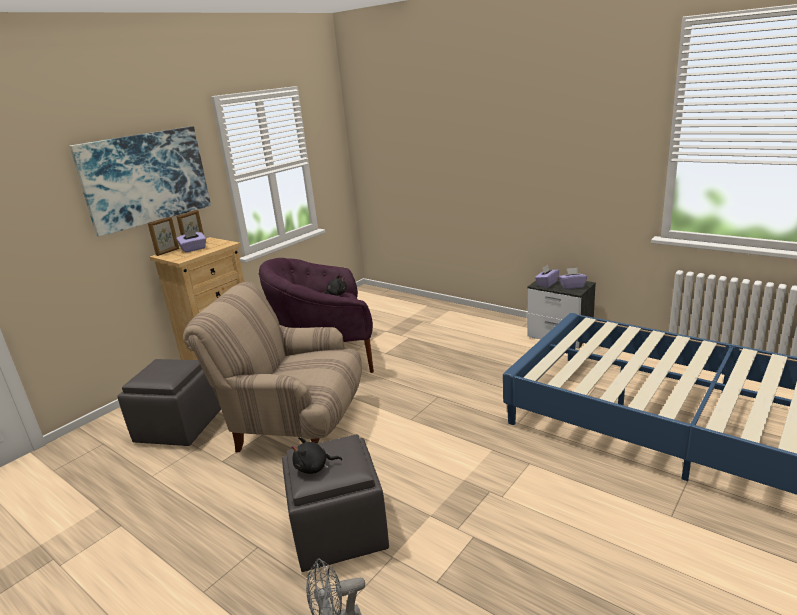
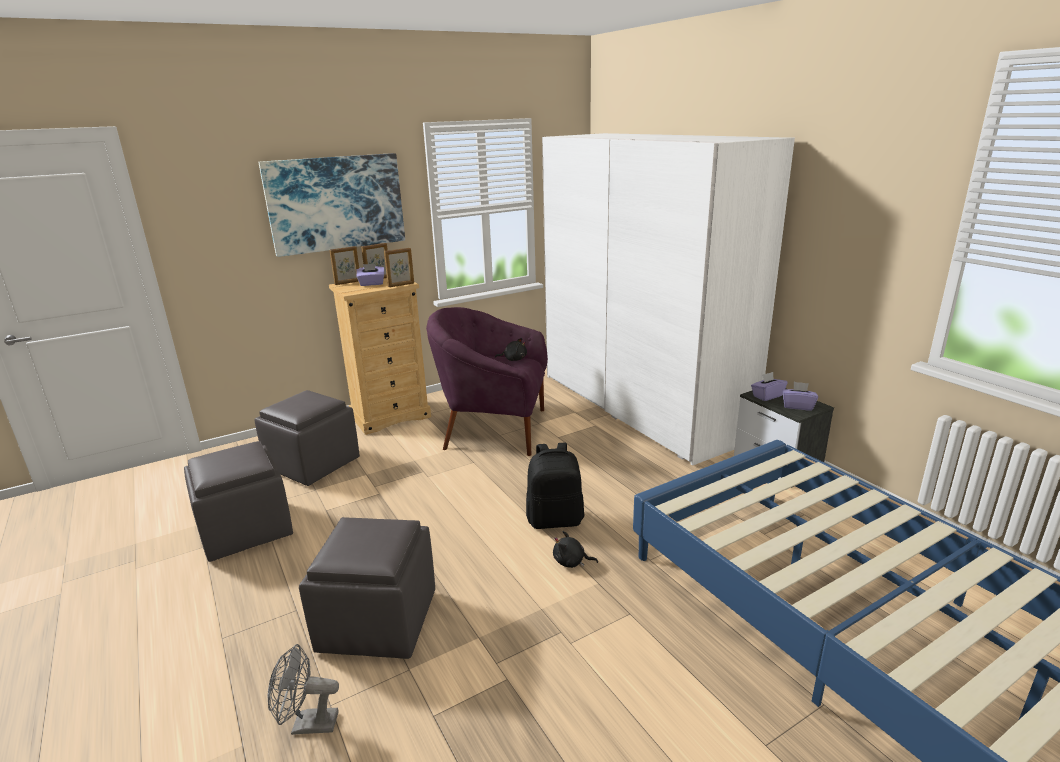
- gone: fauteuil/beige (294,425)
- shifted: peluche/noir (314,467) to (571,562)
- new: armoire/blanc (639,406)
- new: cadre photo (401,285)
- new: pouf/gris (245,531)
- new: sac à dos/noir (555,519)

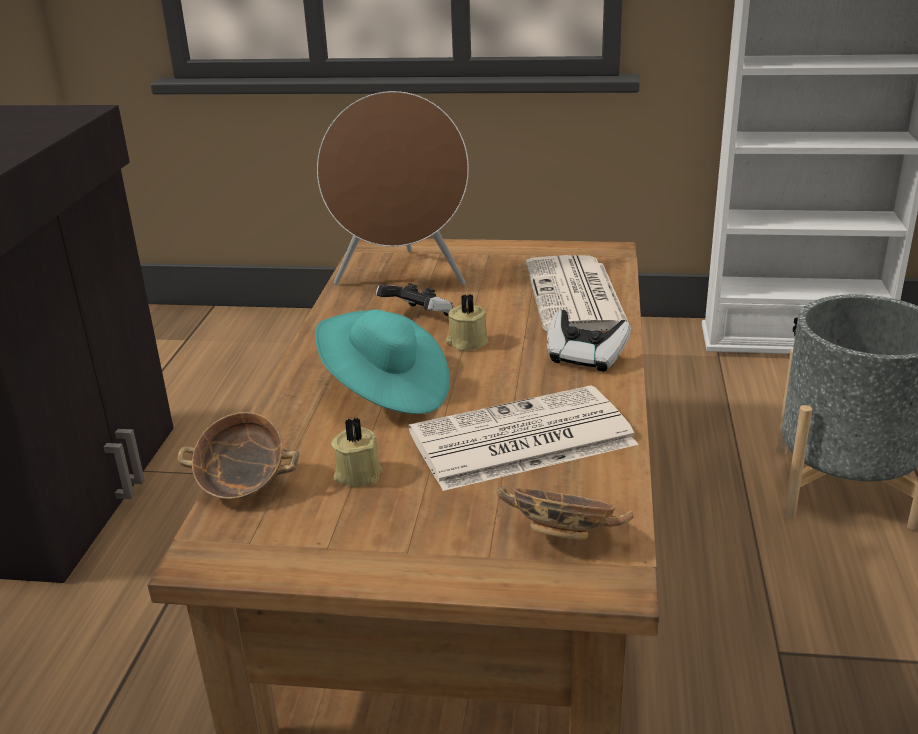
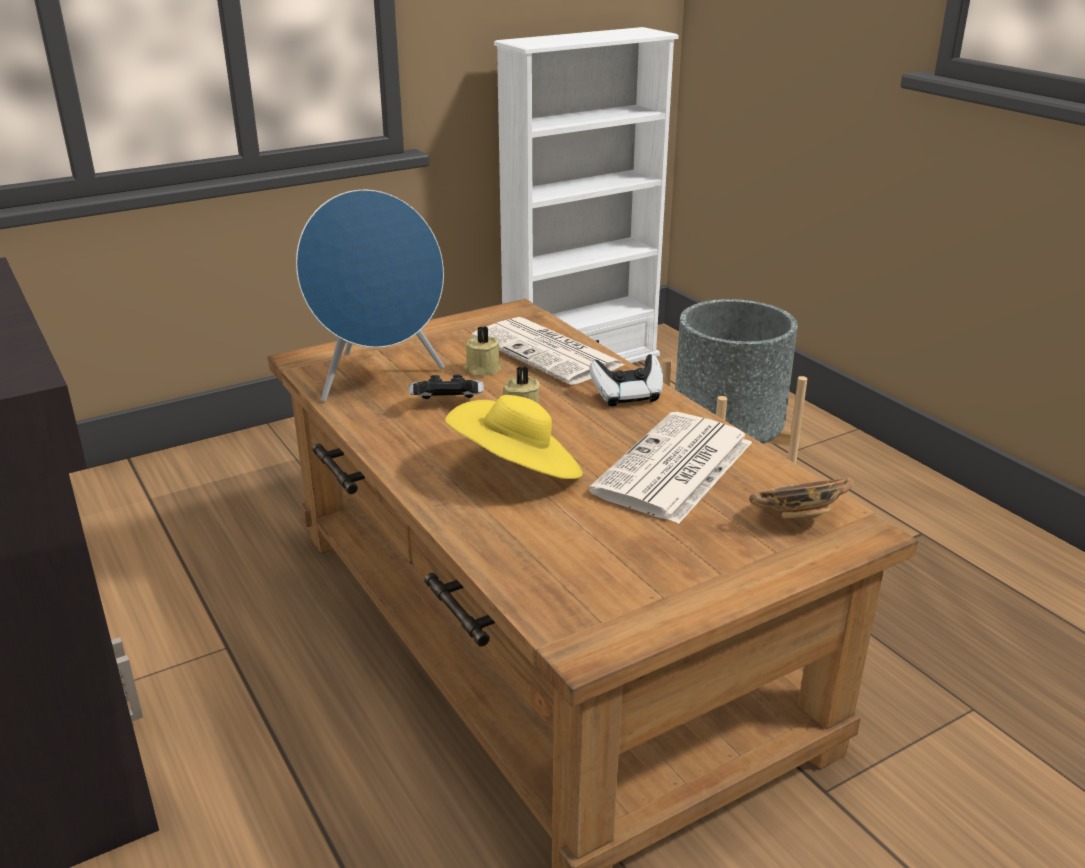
- repainted: enceinte/marron (401,279) to enceinte/bleu (378,379)
- repainted: chapeau/turquoise (385,391) to chapeau/jaune (517,471)
- gone: bol (242,487)
- shifted: bougie/beige (357,473) to (482,369)

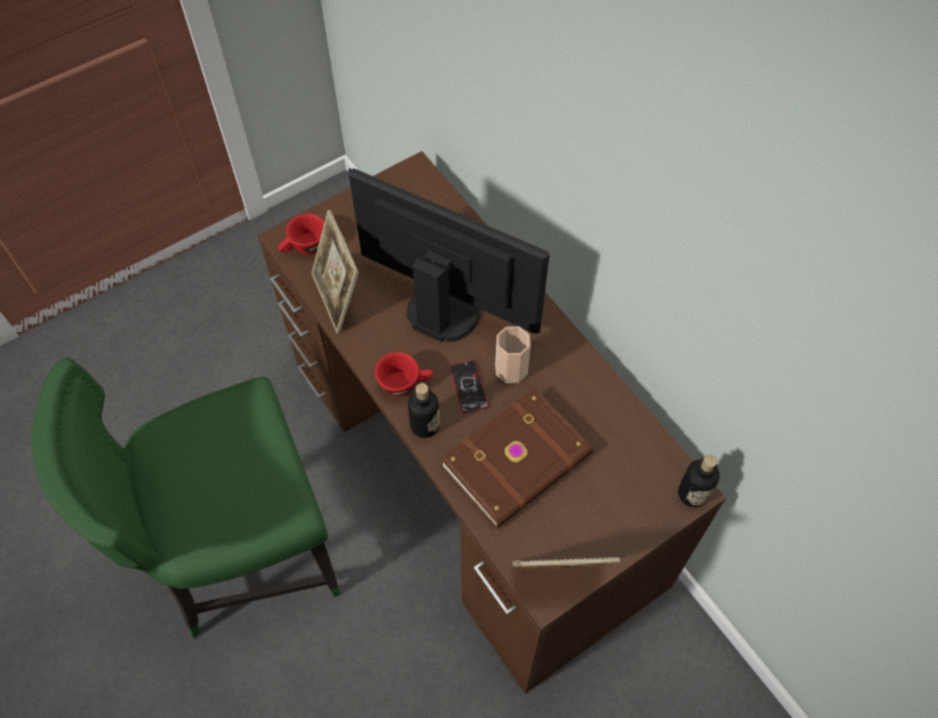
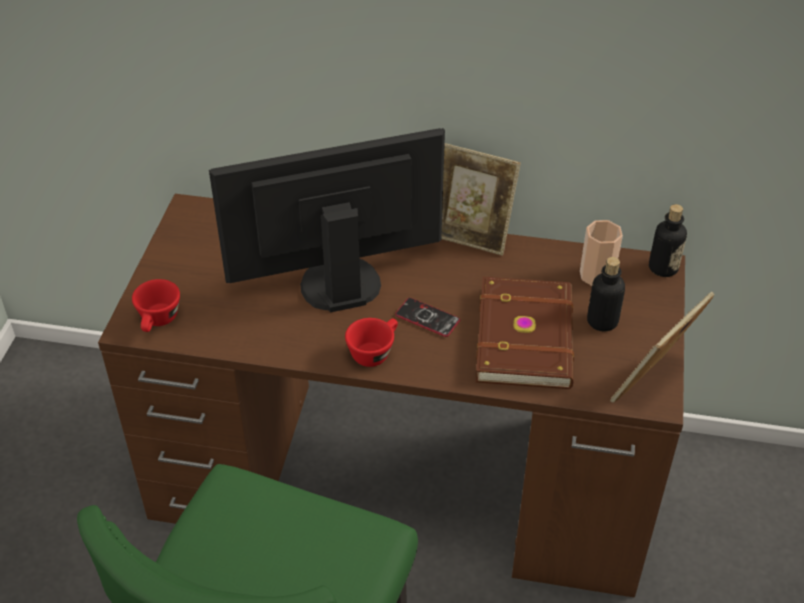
- shifted: cadre photo (339,298) to (469,235)
- shifted: tasse (511,369) to (597,275)
- shifted: bouteille (425,425) to (602,321)

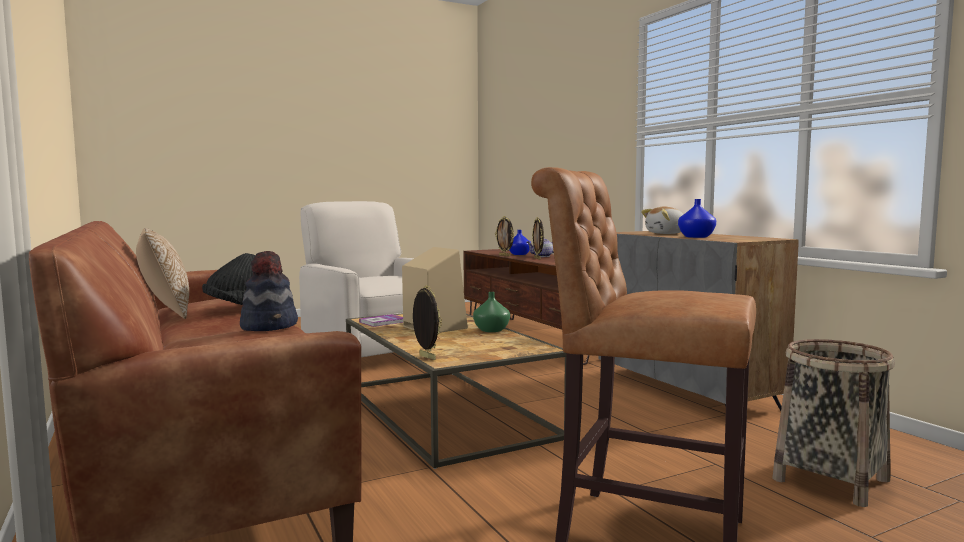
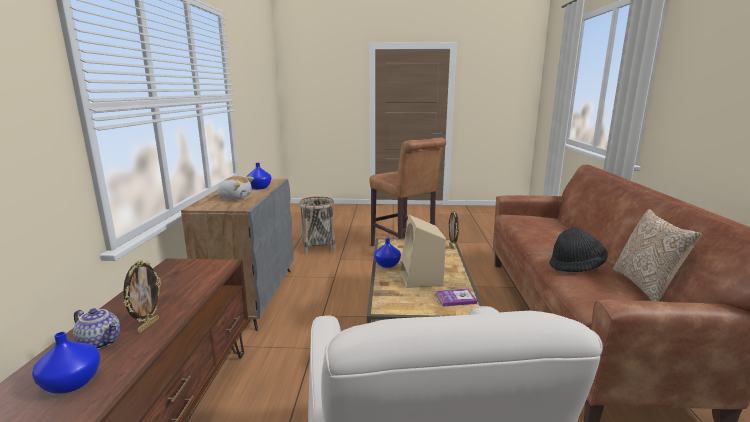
- gone: cadre photo (505,256)
- gone: chapeau (270,326)
- repainted: vase/vert (492,330) to vase/bleu (387,264)

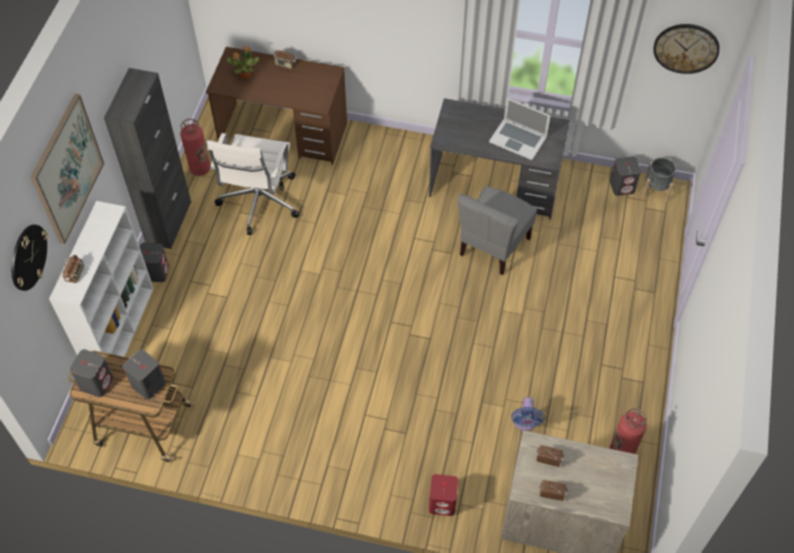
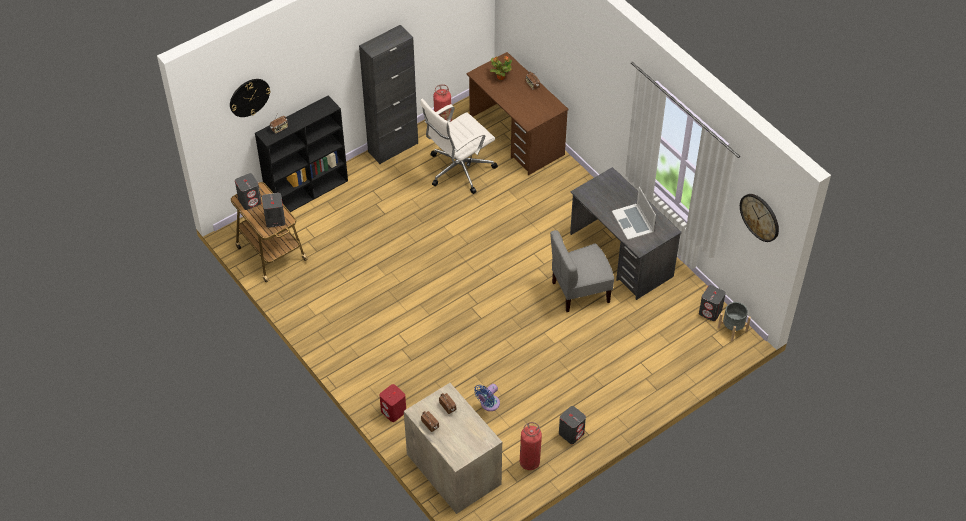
- gone: tableau (67,169)
- repainted: bibliothèque/blanc (121,329) to bibliothèque/noir (308,192)
- shifted: enceinte/gris (156,272) to (571,433)

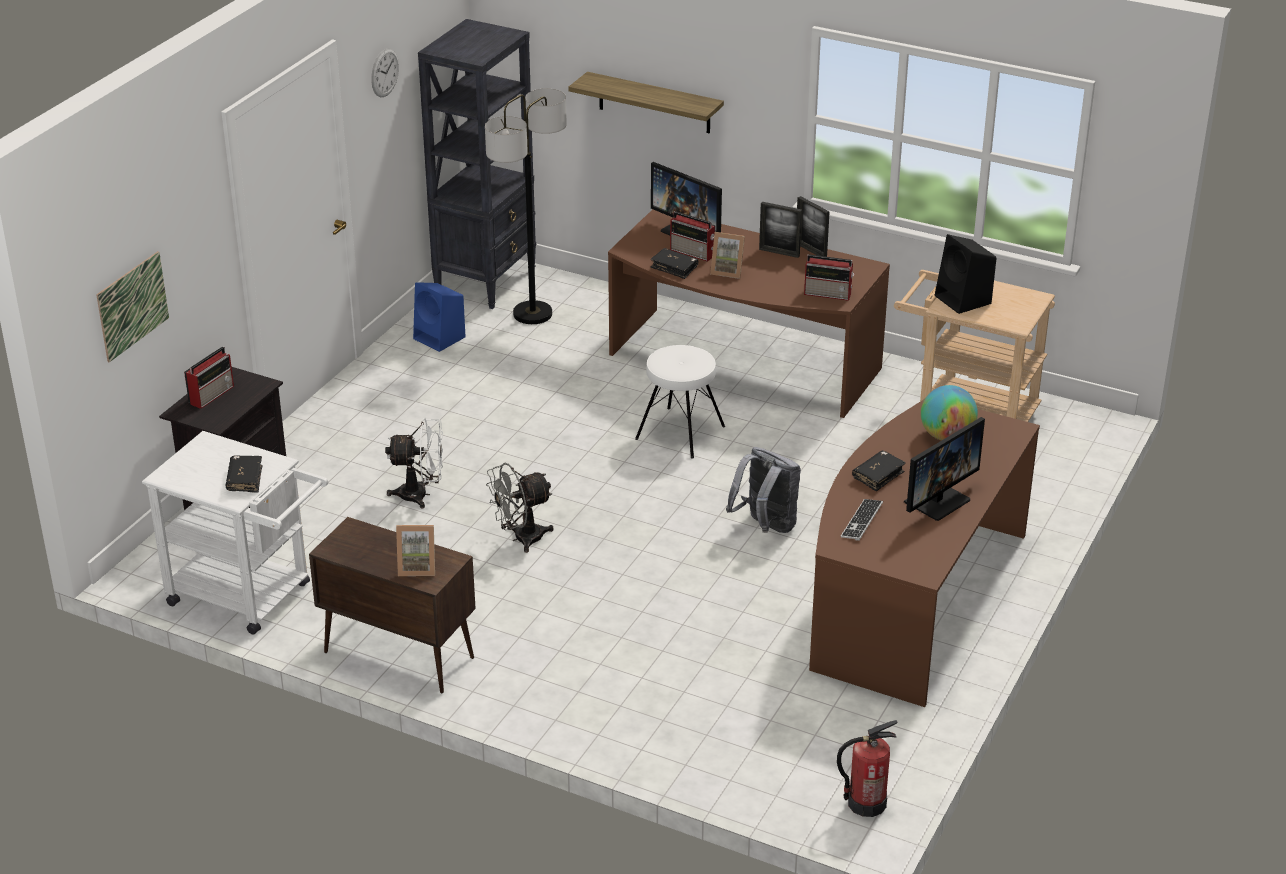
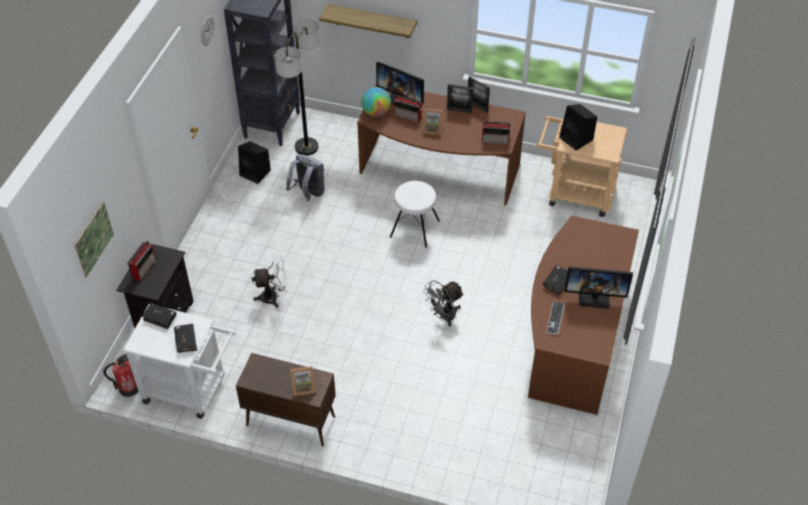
- shifted: livre/noir (674,268) to (160,318)
- repainted: enceinte/bleu (440,338) to enceinte/noir (256,173)
- shifted: globe (946,436) to (376,113)
- rotated: écran d'ordinateur (937,500) = (594,297) 60 degrees clockwise
- shifted: sac à dos/gris (765,527) to (308,193)
- shifted: ventilateur/gris (521,539) to (443,316)
- shifted: extincteur (866,803) to (128,388)

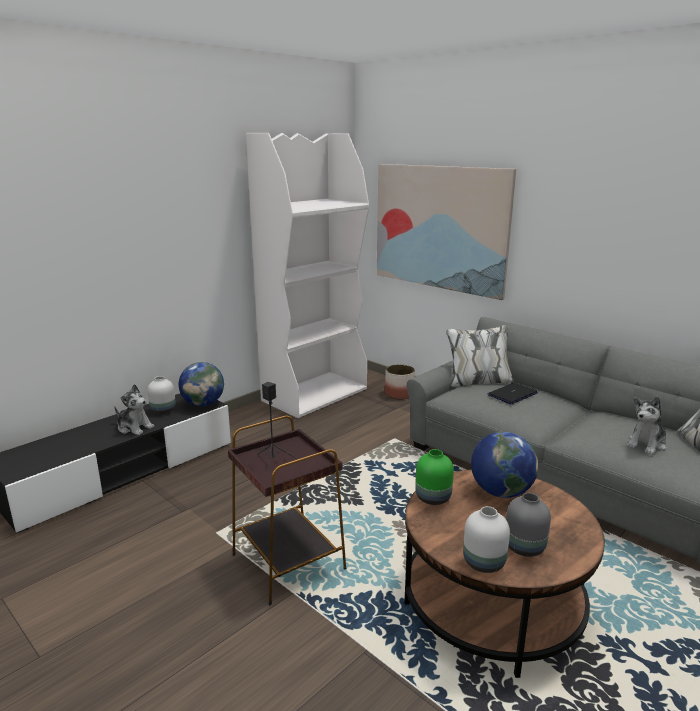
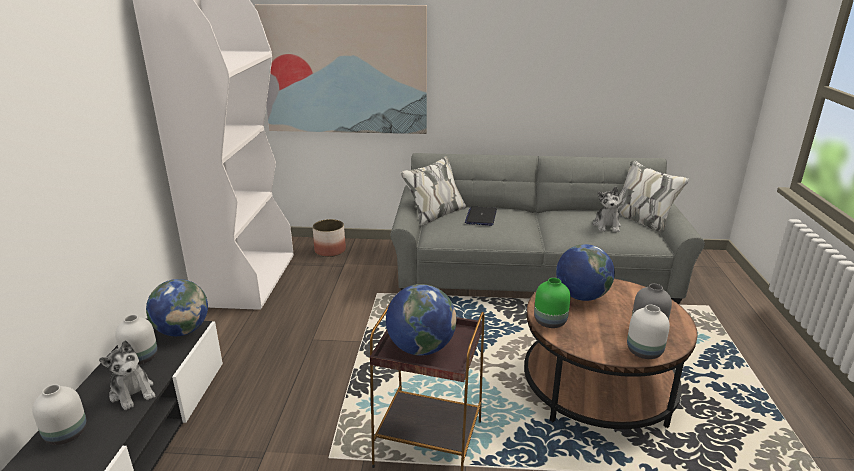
- swapped: enceinte/noir (273,461) to globe (421,348)
- rotated: peluche (134,427) = (133,392) 60 degrees clockwise
- new: vase/blanc (65,435)

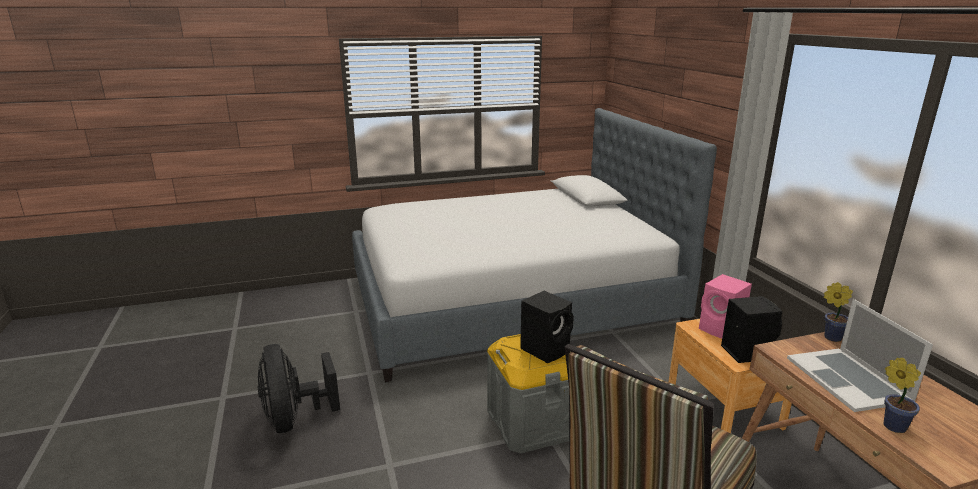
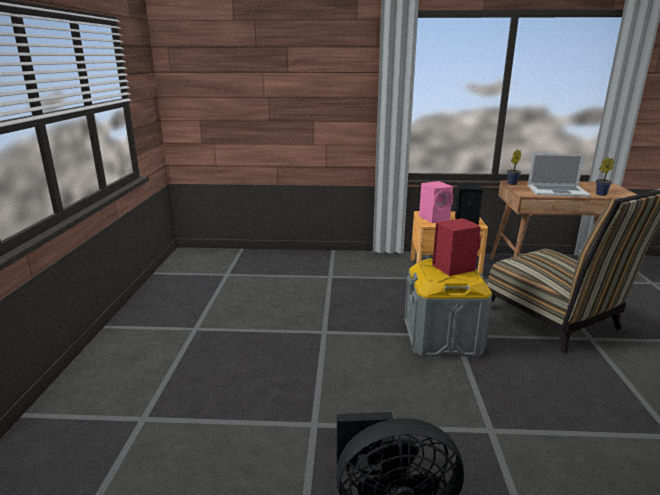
- gone: lit (510,303)
- repainted: enceinte/noir (546,349) to enceinte/rouge (453,267)

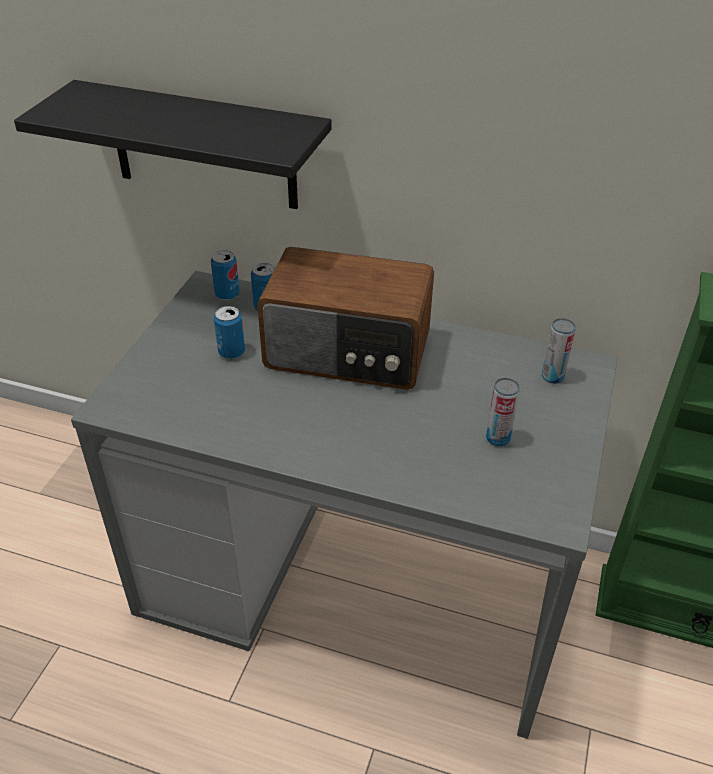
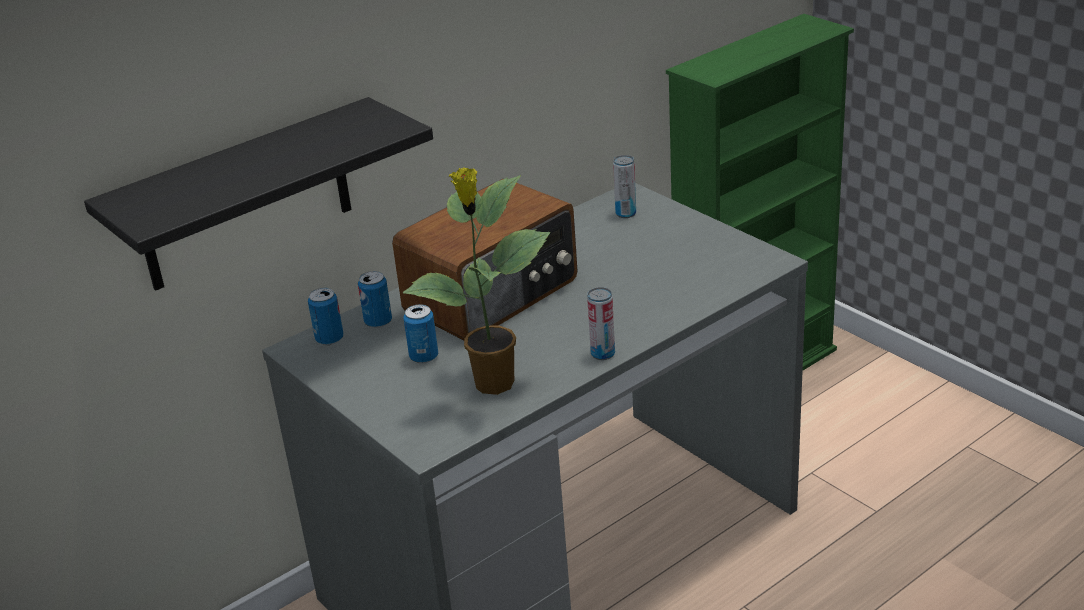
- shifted: boîte métallique (498,438) to (603,354)
- new: plante en pot (493,385)

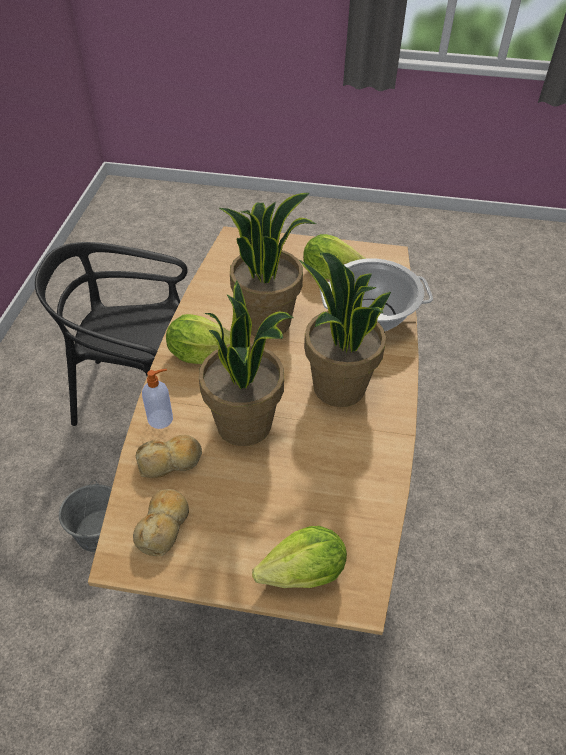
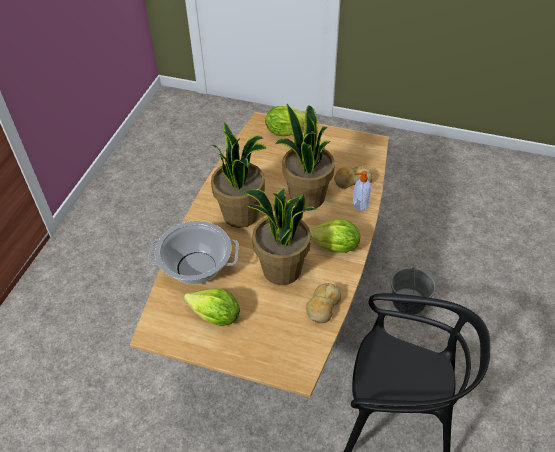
- shifted: pain (163,525) to (322,307)

